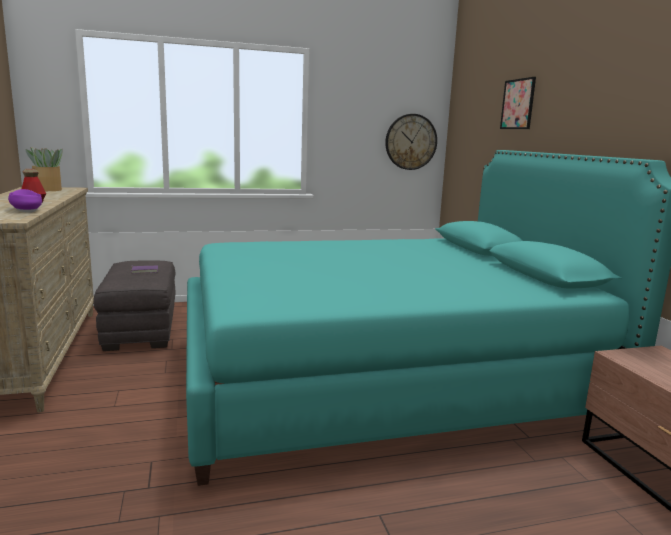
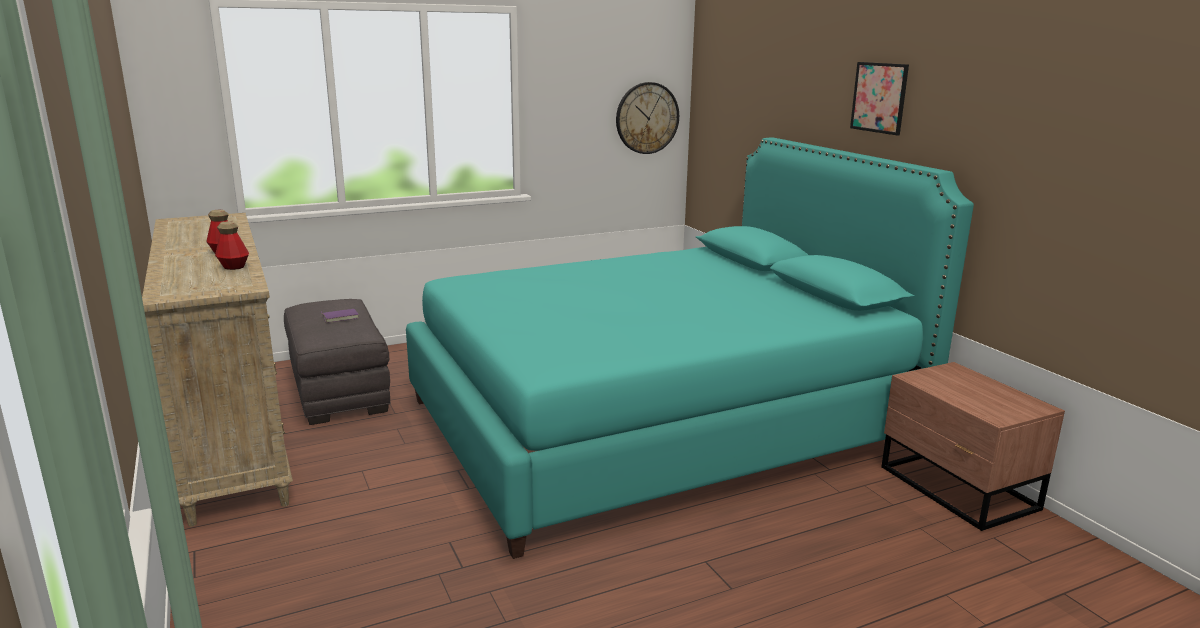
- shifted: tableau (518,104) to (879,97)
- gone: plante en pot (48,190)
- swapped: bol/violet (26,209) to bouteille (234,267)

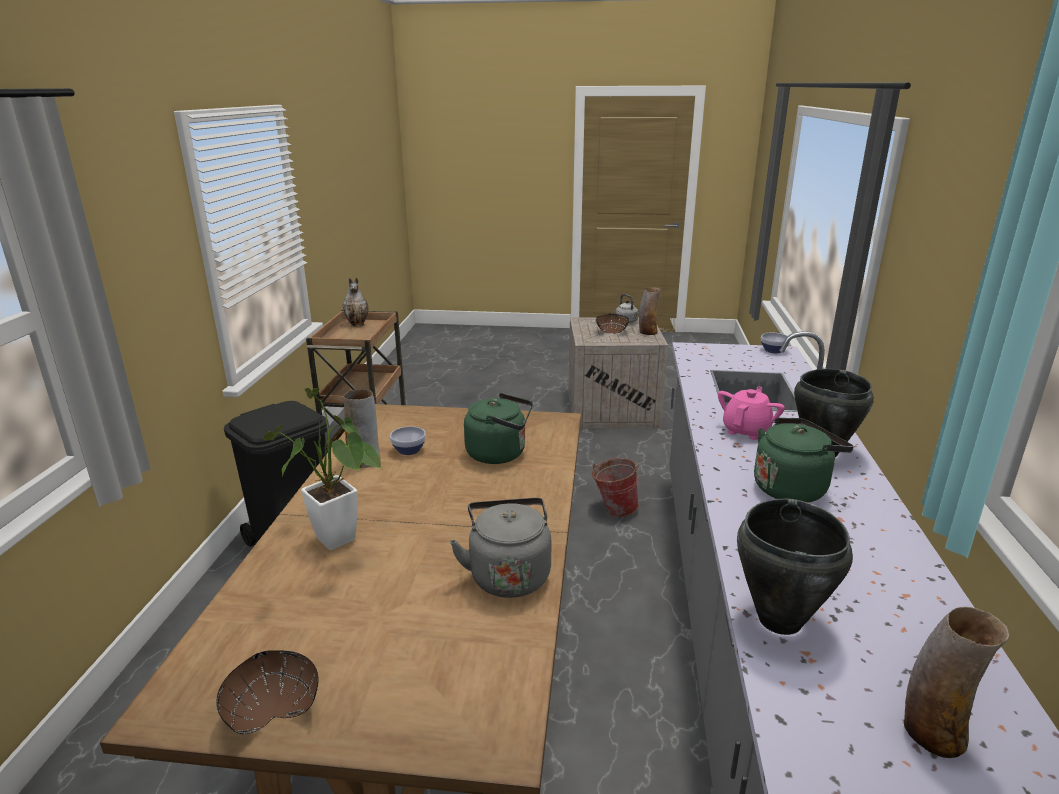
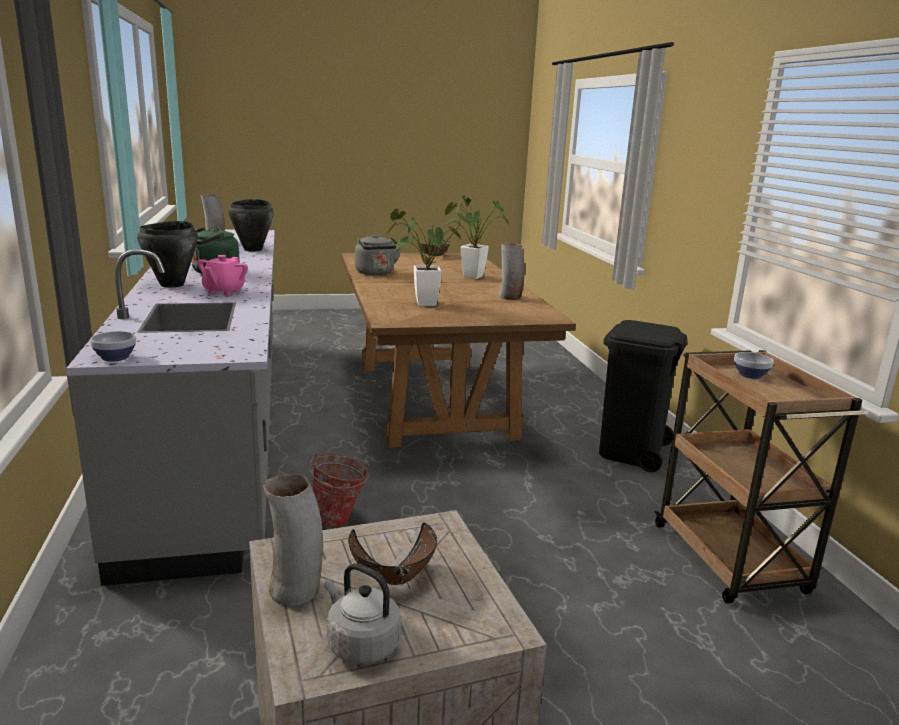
- gone: vase (358,325)
- swapped: bouilloire/vert (500,453) to plante en pot (420,303)
- shifted: bol (410,450) to (749,375)

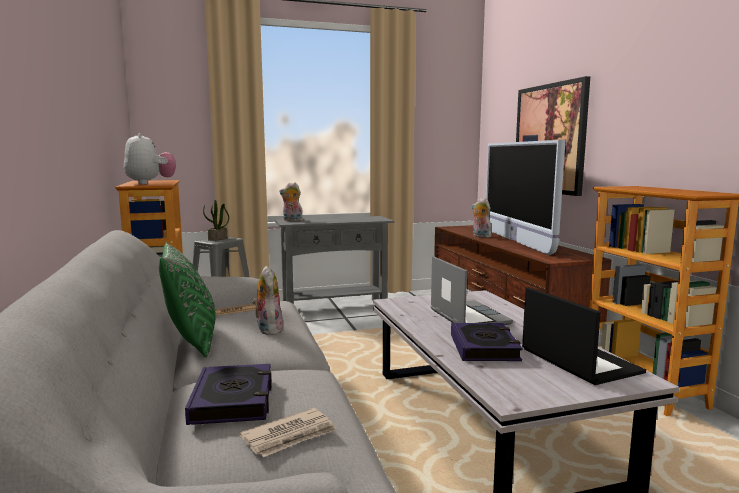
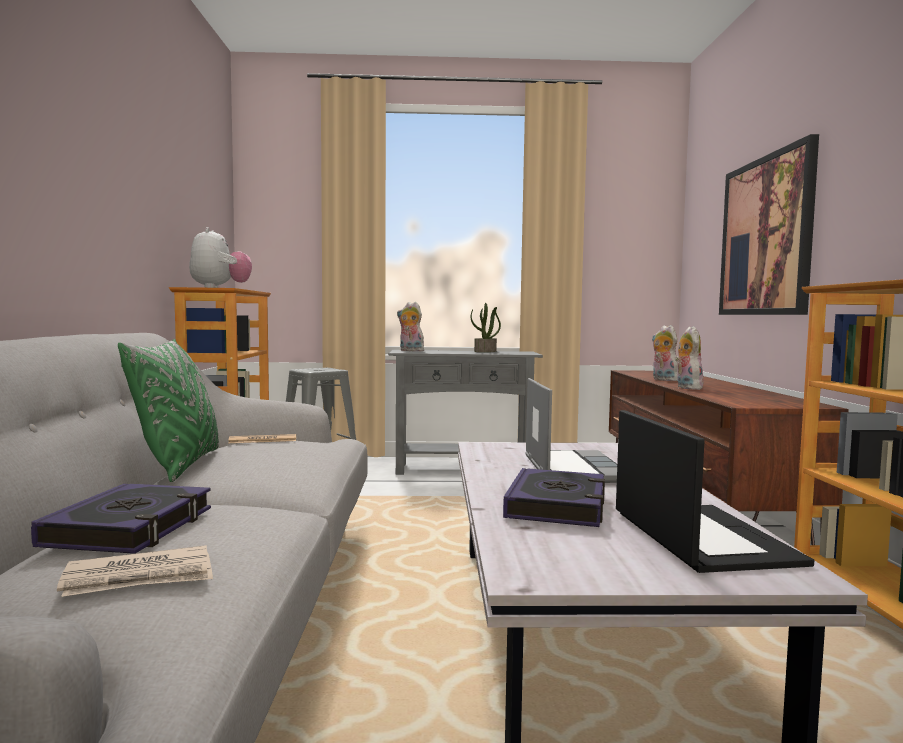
- gone: téléviseur (515,241)
- shifted: plante en pot (217,239) to (485,351)
- shifted: peluche (268,329) to (686,388)

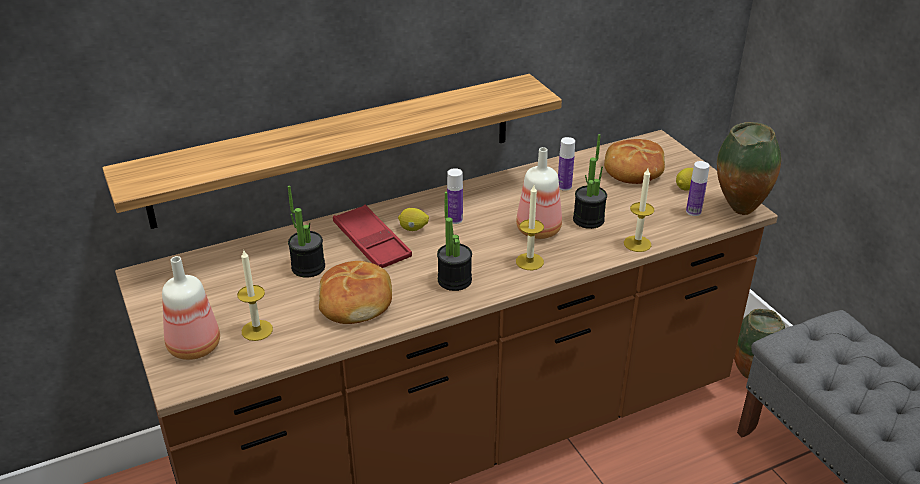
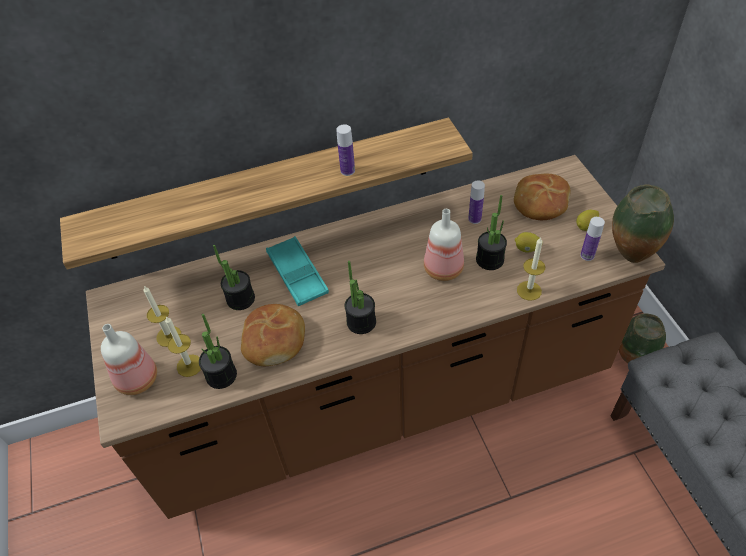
- shifted: bouteille (455,219) to (347,171)
- shifted: bougie (529,261) to (169,336)
- repainted: plateau/rouge (372,243) to plateau/turquoise (297,274)
- shifted: citron (413,229) to (526,249)
- new: plante en pot (221,375)

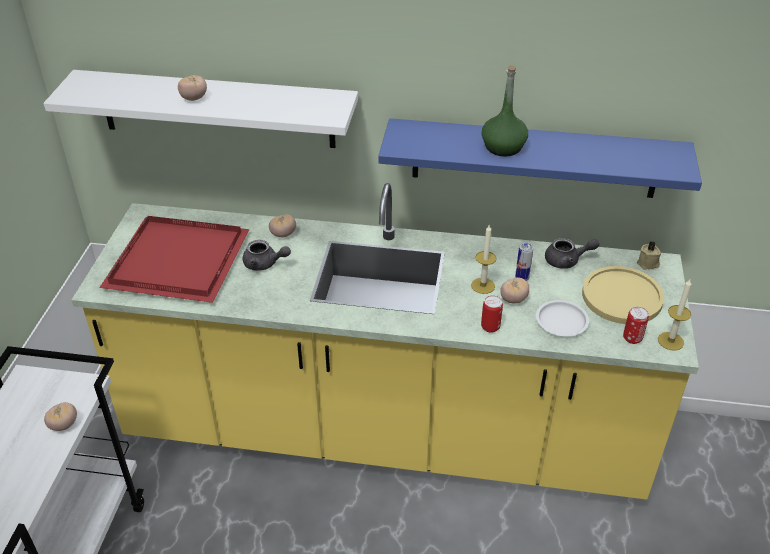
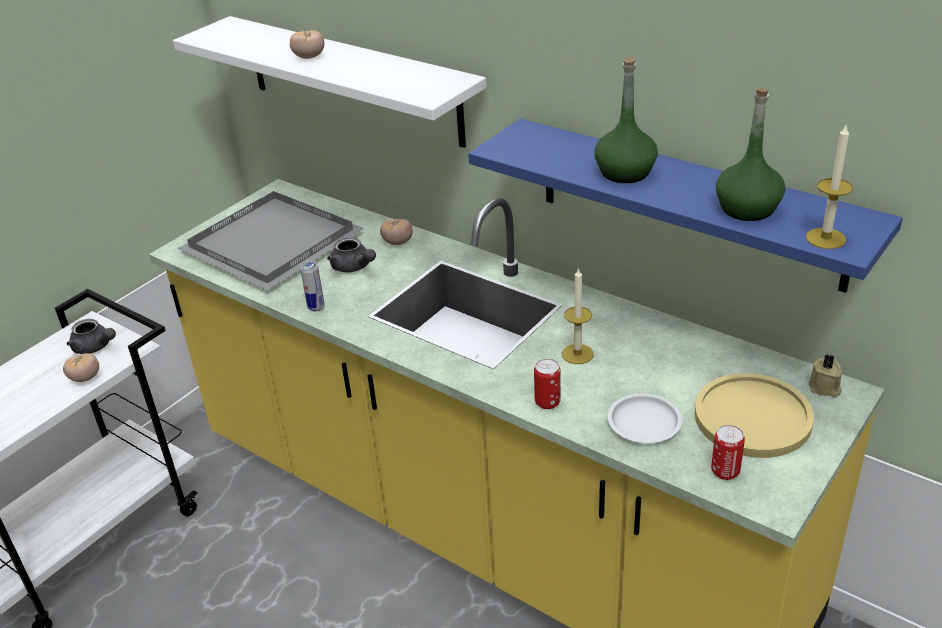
- repainted: plateau/rouge (179,263) to plateau/gris (272,245)
- shifted: théière/gris (567,261) to (95,347)
- shifted: boîte métallique (522,278) to (316,307)
- gone: tomate (513,299)
- shifted: bougie (670,341) to (825,238)
- new: bouteille/vert (747,208)

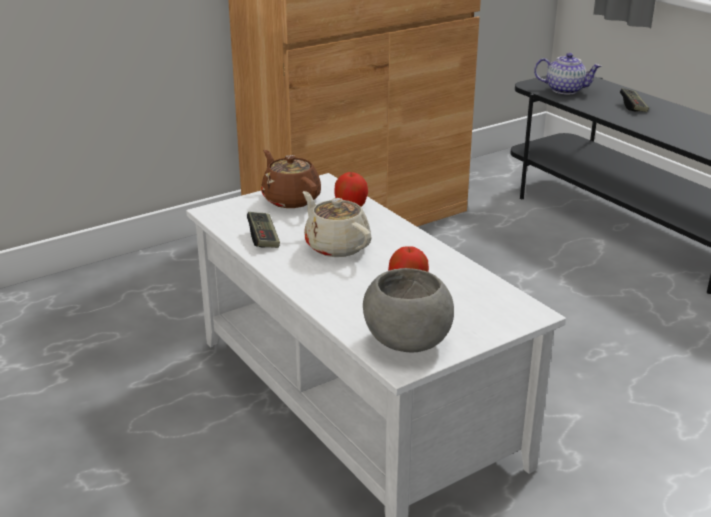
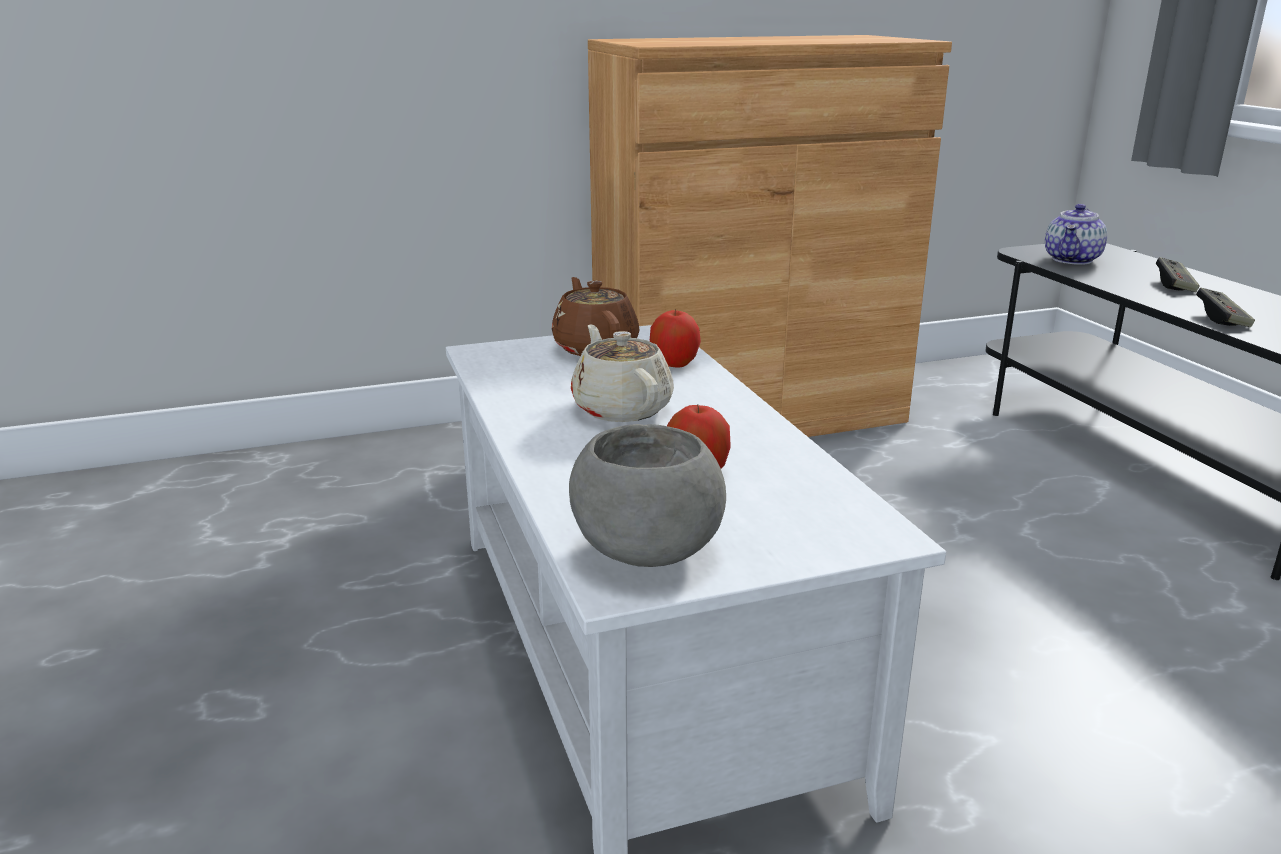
- rotated: théière (565,90) = (1072,260) 90 degrees clockwise
- shifted: manette (263,238) to (1222,318)

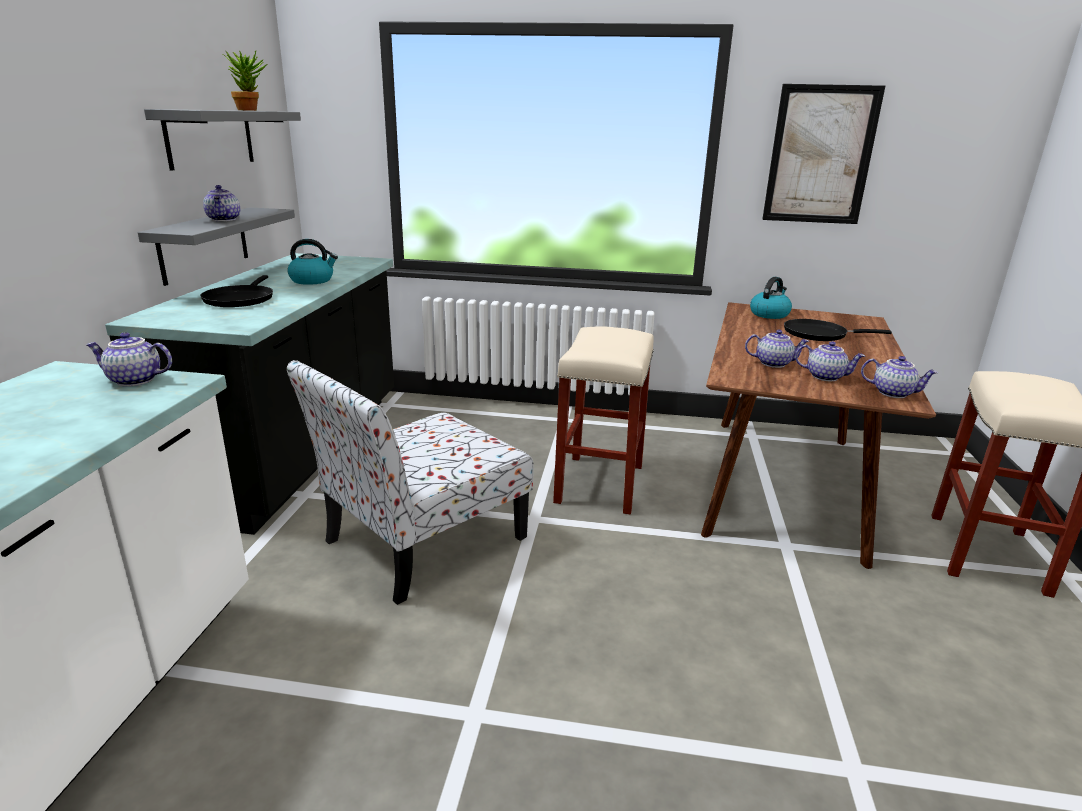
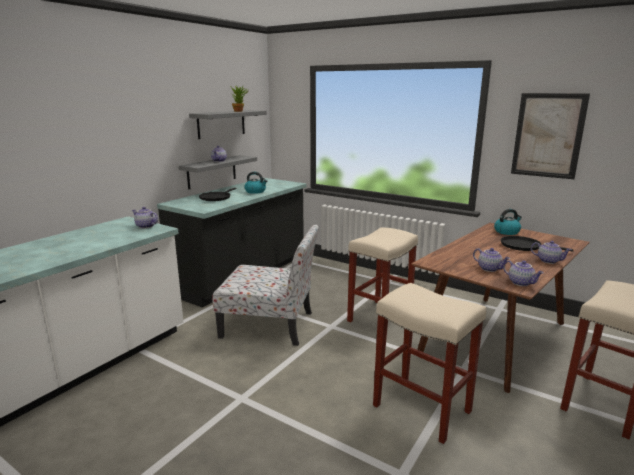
- shifted: théière (773,363) to (549,261)
- rotated: chaise (422,541) = (270,325) 150 degrees counterclockwise
- new: tabouret/beige (420,408)

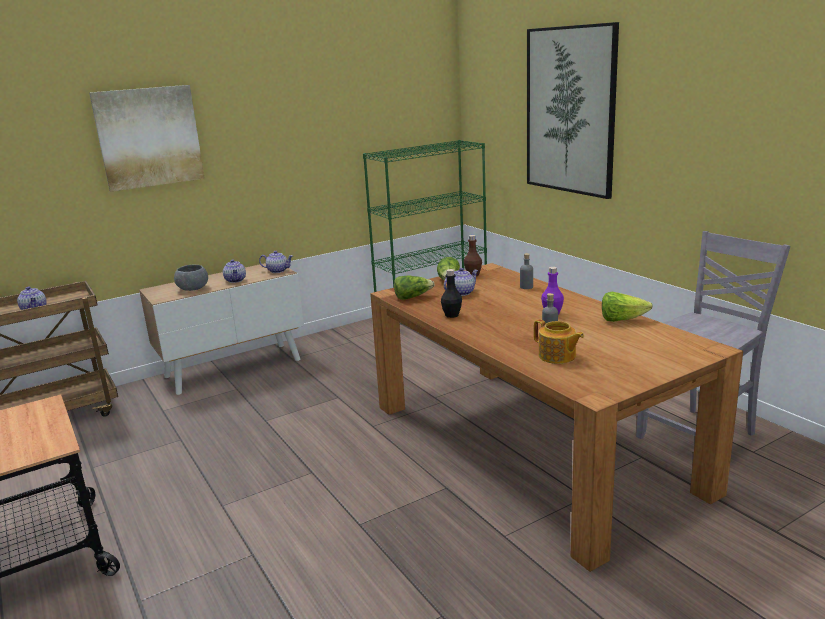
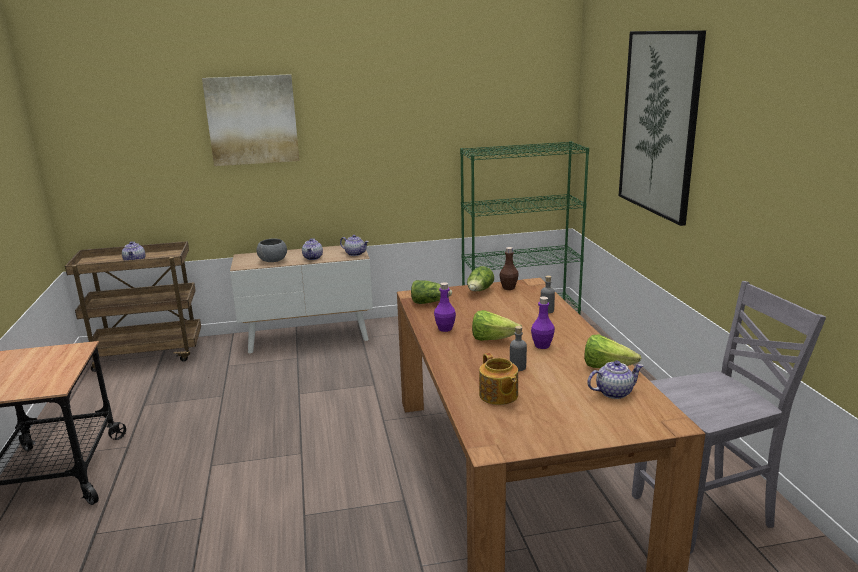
- shifted: théière (461,292) to (614,392)
- repainted: bouteille/noir (452,315) to bouteille/violet (445,329)
- new: laitue (492,339)

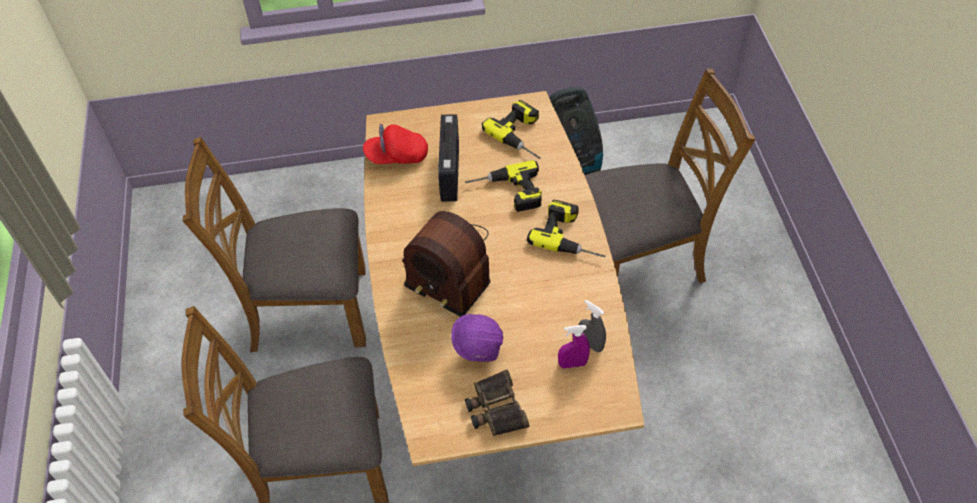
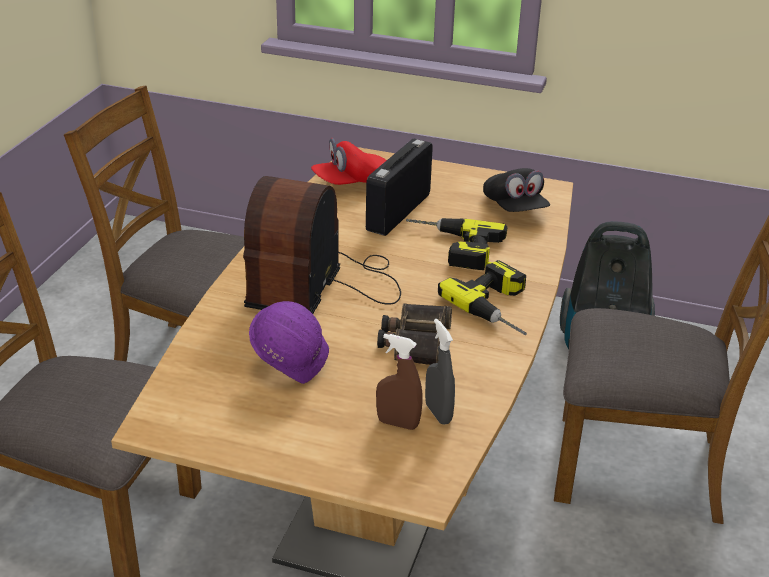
- swapped: perceuse (524,135) to casquette/noir (515,208)
- rotated: casquette/rouge (396,156) = (351,183) 45 degrees counterclockwise
- rotated: radio (447,267) = (322,285) 45 degrees clockwise
- repainted: vaporisateur/violet (572,364) to vaporisateur/marron (398,423)
- shifted: jumelles (495,408) to (415,342)

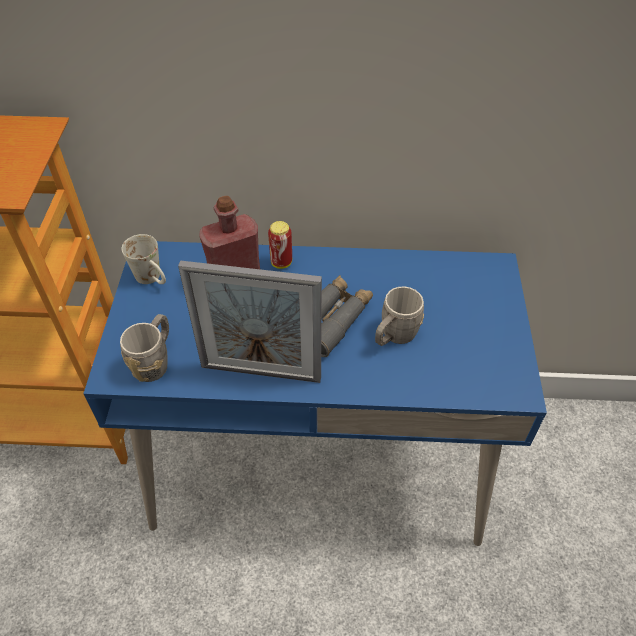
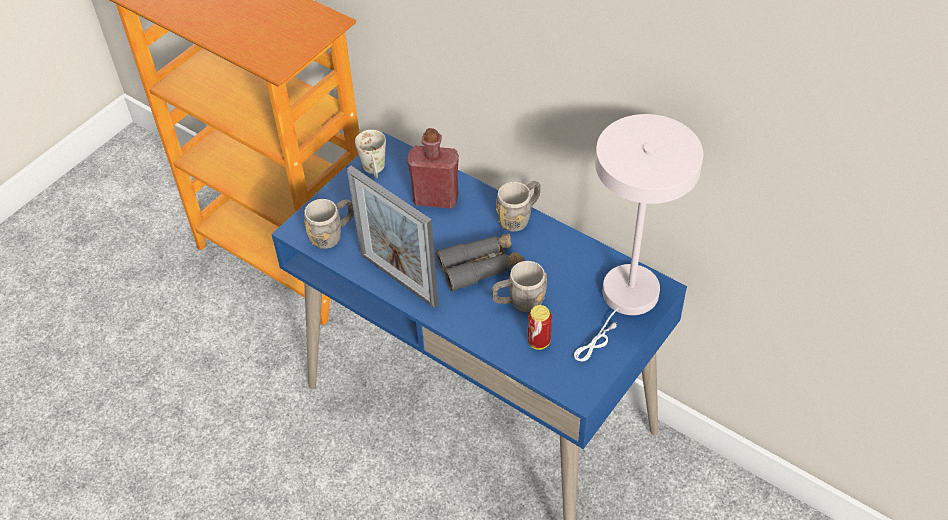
- shifted: boîte métallique (281,262) to (539,342)
- new: lampe de table/blanc (625,301)
- new: mug/gris (519,217)

